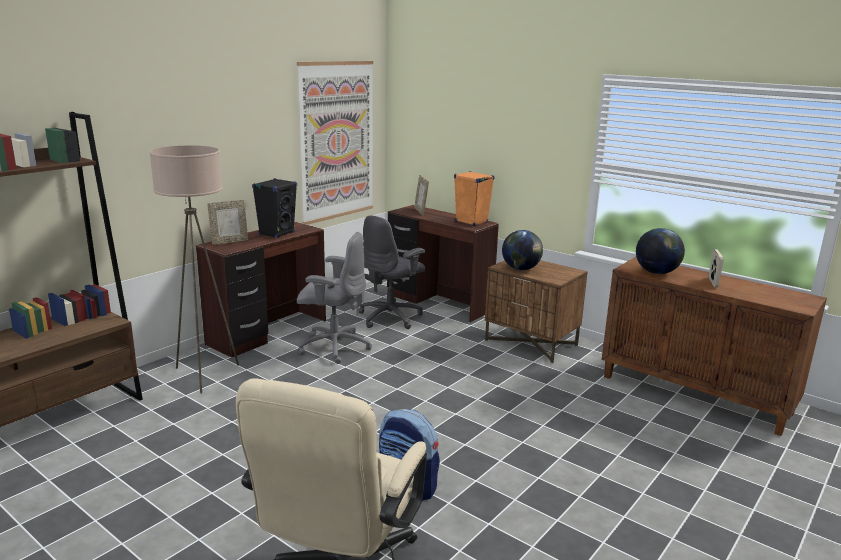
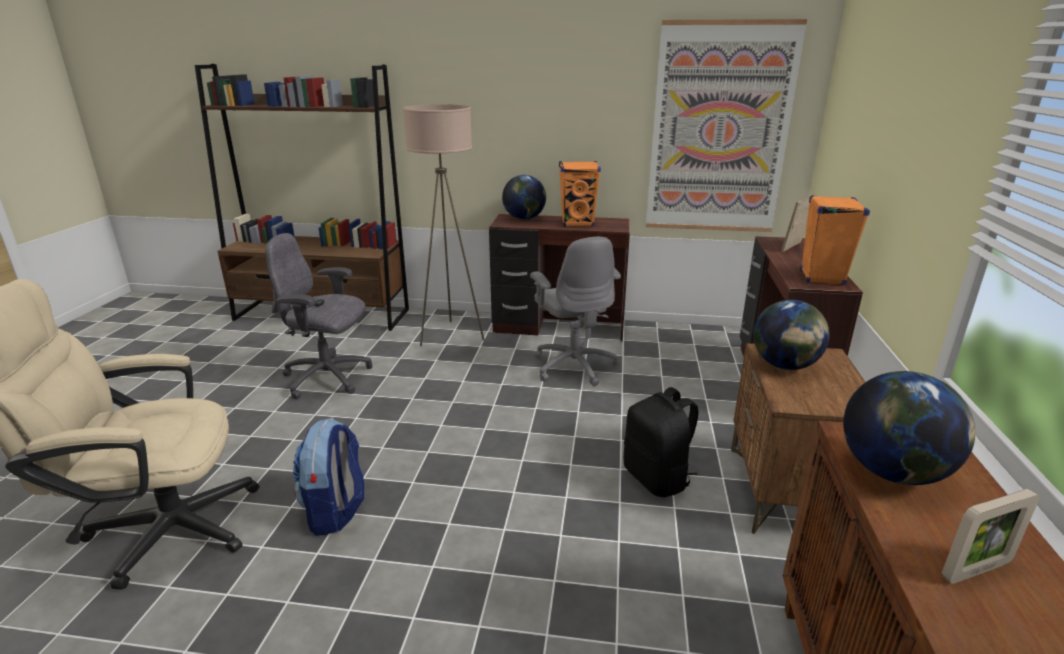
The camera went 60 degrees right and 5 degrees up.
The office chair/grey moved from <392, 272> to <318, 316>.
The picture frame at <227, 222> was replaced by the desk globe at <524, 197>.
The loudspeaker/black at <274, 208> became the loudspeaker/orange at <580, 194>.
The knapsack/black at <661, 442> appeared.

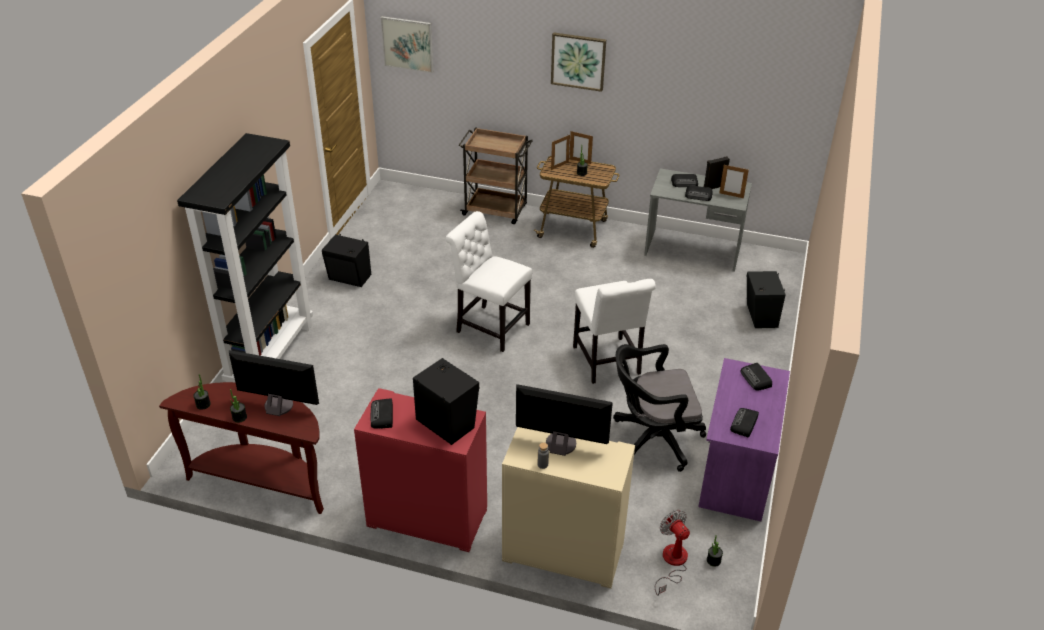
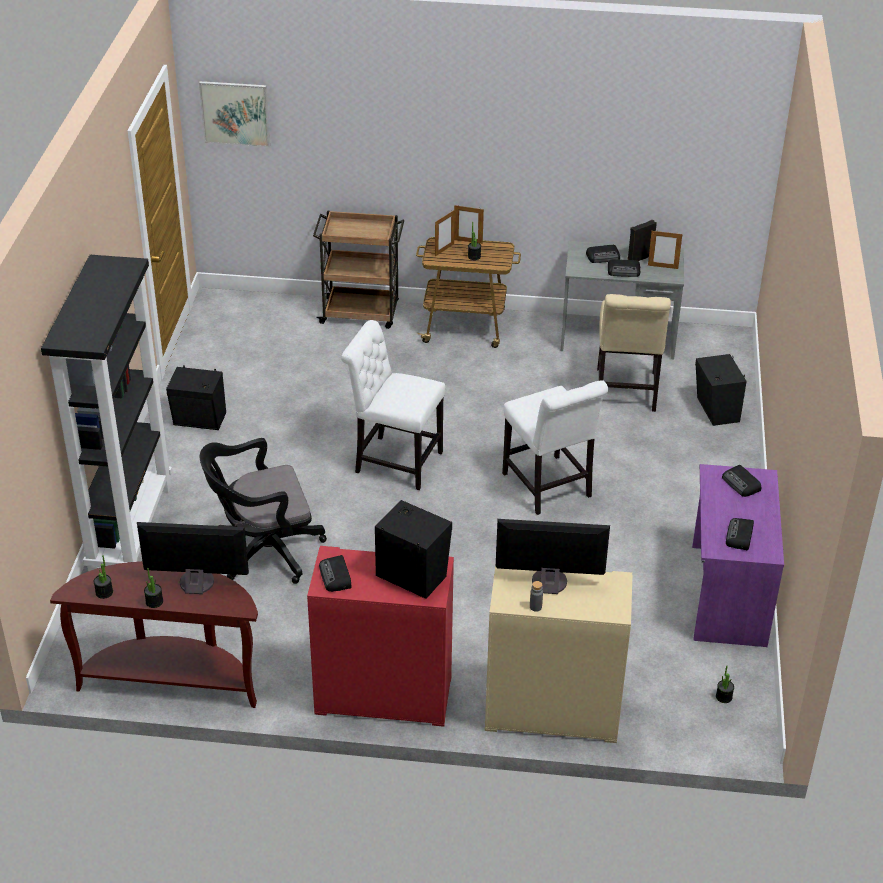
The camera went 10 degrees left and 0 degrees up.
The office chair/black moved from <659, 408> to <263, 511>.
The chair/sand-coloured at <634, 353> appeared.
The picture at <578, 62> disappeared.
The electric fan at <672, 553> disappeared.

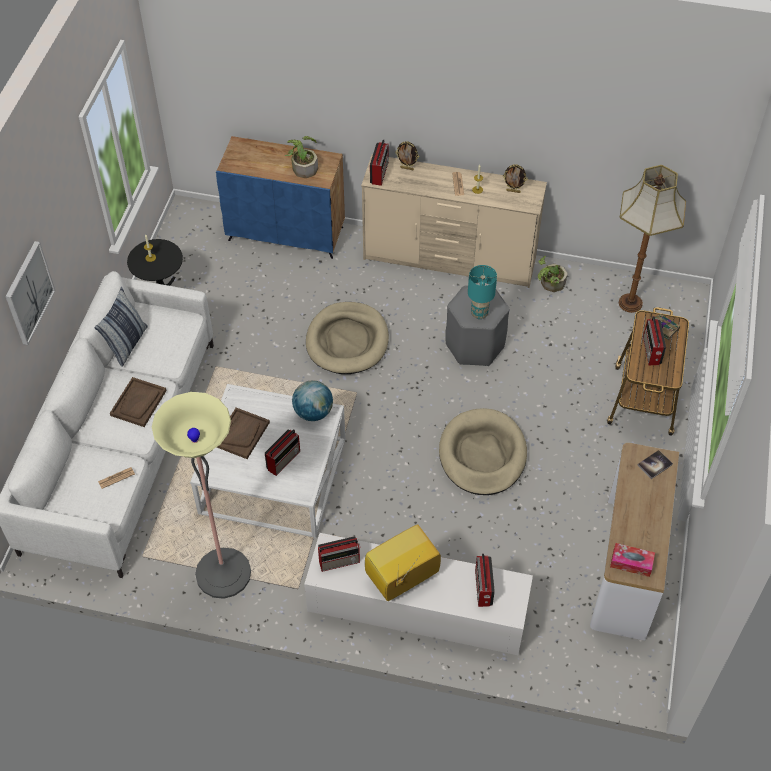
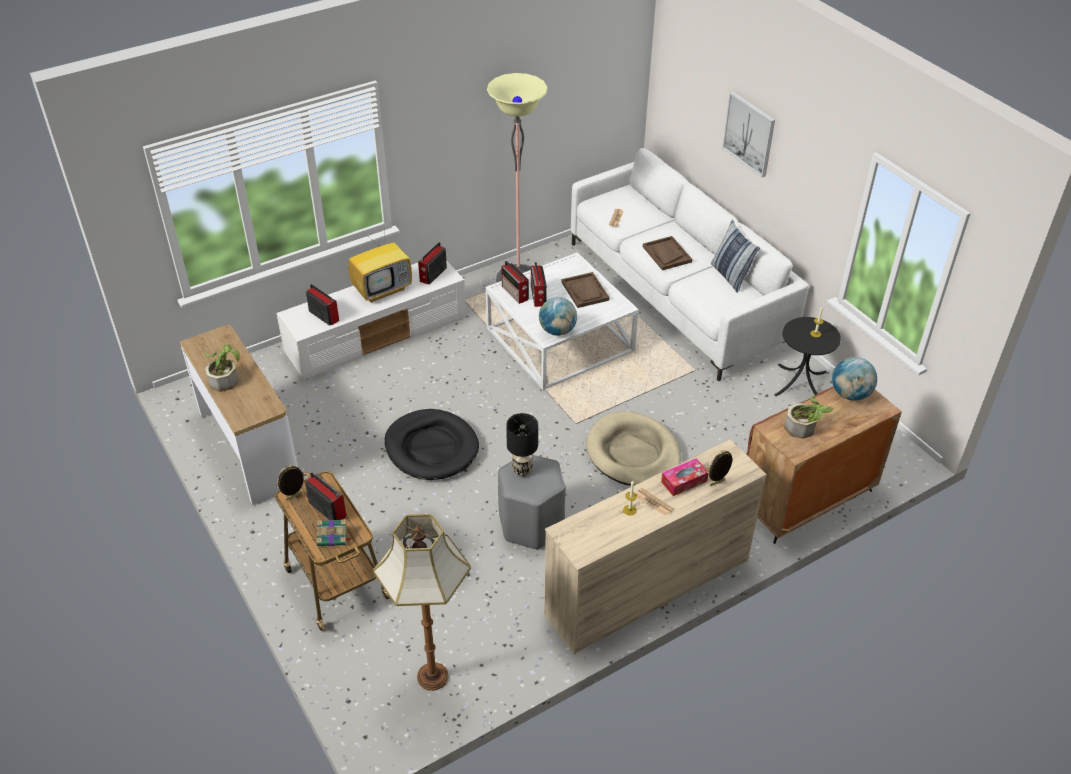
The camera went 135 degrees right and 10 degrees down.
The plant in a pot moved from <552, 274> to <222, 368>.
The picture frame moved from <515, 178> to <290, 482>.
The television at <403, 562> turned 45 degrees clockwise.
The dog bed/sand-coloured at <483, 451> became the dog bed/black at <432, 444>.
The radio moved from <379, 162> to <515, 282>.
The table lamp/blue-green at <482, 292> became the table lamp/black at <522, 445>.
The tissue holder moved from <632, 560> to <684, 477>.
The storage cabinet/blue at <280, 197> became the storage cabinet/brownish at <824, 465>.
The desk globe at <854, 379> appeared.
The book at <655, 464> disappeared.

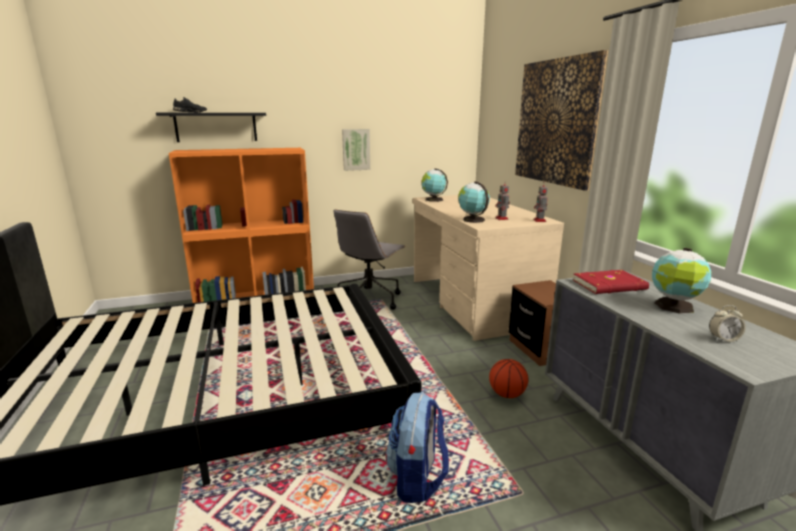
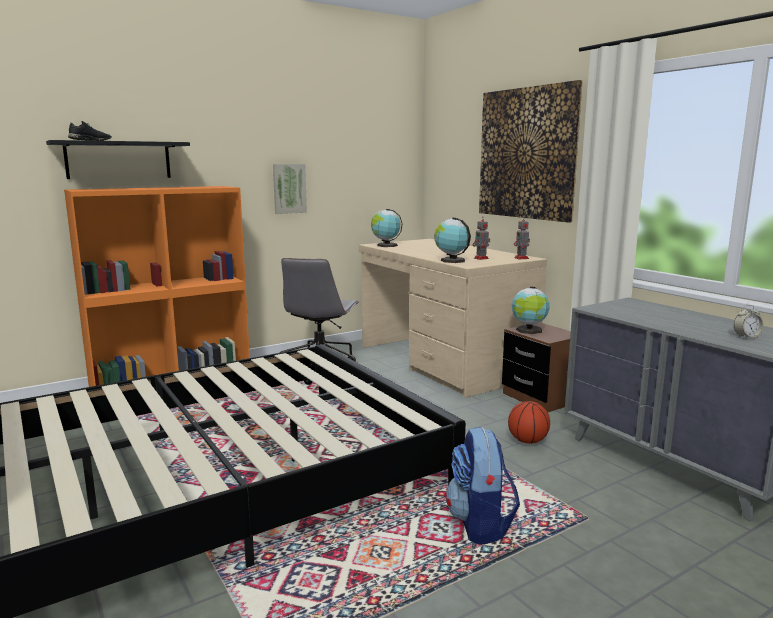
The camera went 15 degrees left and 5 degrees down.
The desk globe moved from <681, 281> to <531, 310>.
The book/red at <611, 282> disappeared.

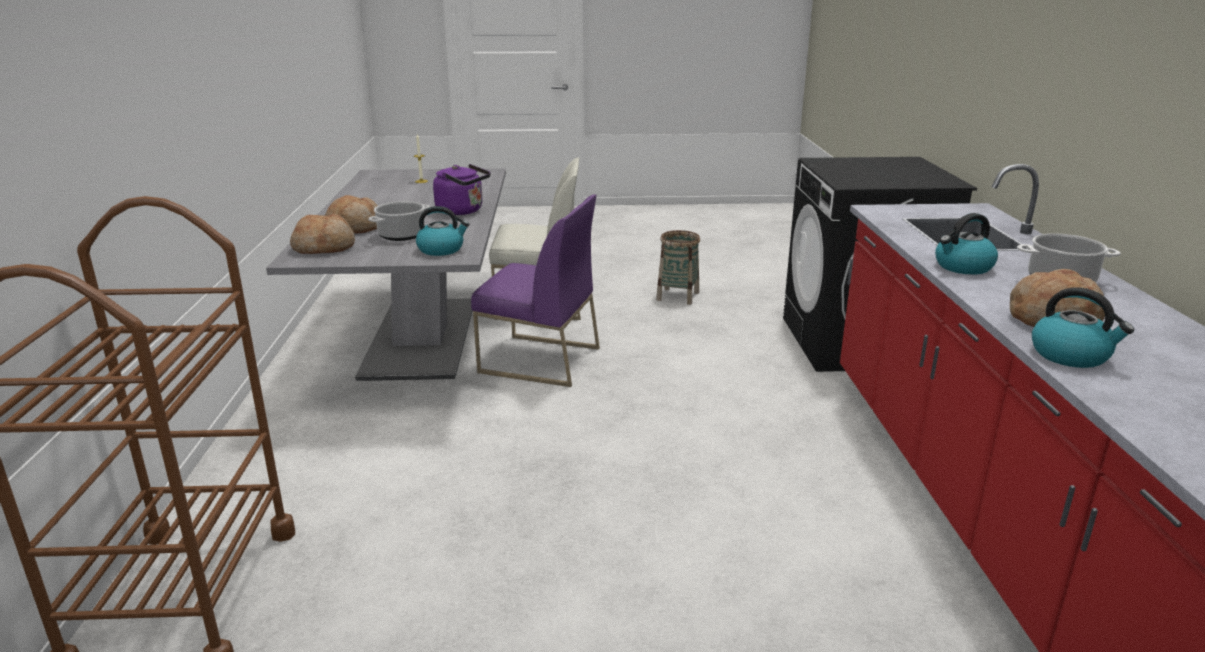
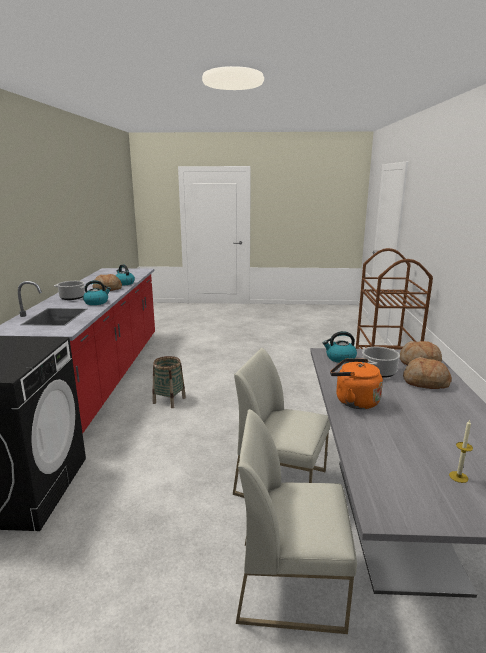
The camera went 175 degrees left and 5 degrees down.
The household basket moved from <678, 267> to <169, 382>.
The chair/purplish at <535, 290> became the chair/white at <281, 423>.
The kettle/purplish at <461, 189> became the kettle/orange at <356, 384>.

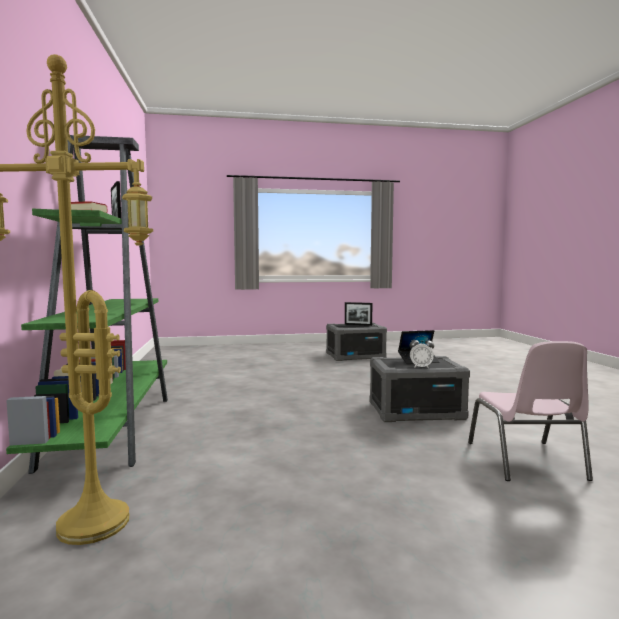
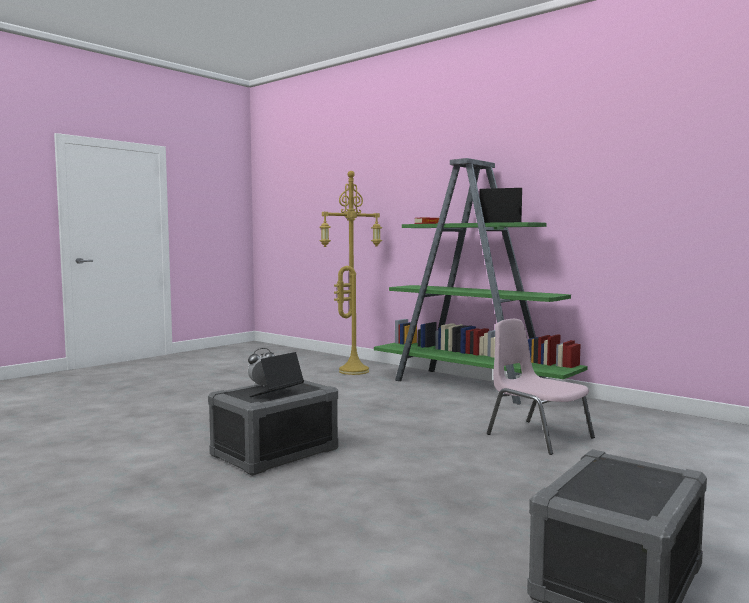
The camera went 140 degrees right and 0 degrees up.
The chair/pinkish moved from <530, 411> to <541, 387>.
The picture frame at <358, 314> disappeared.

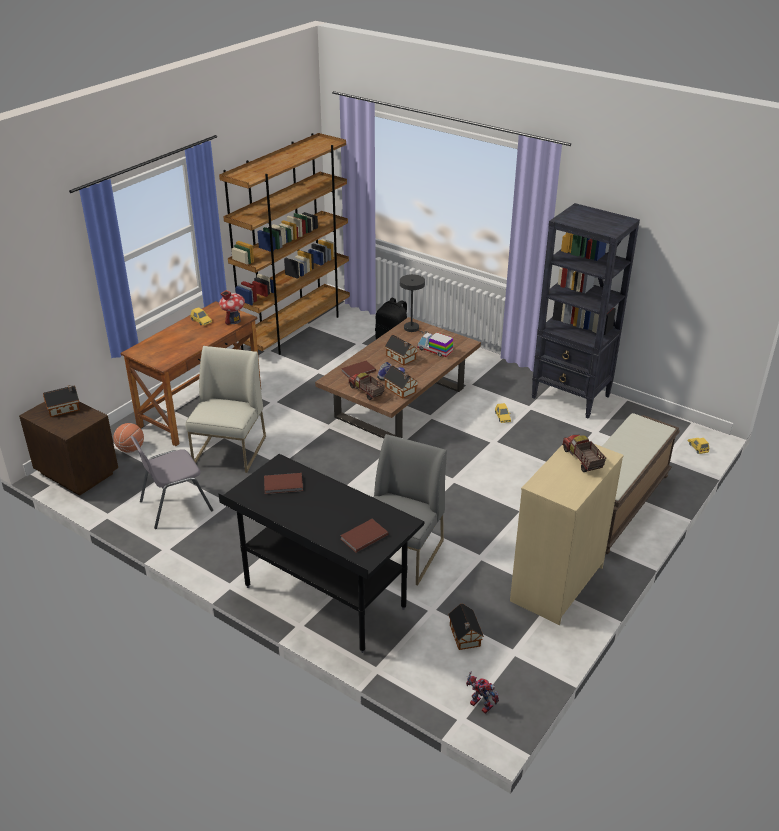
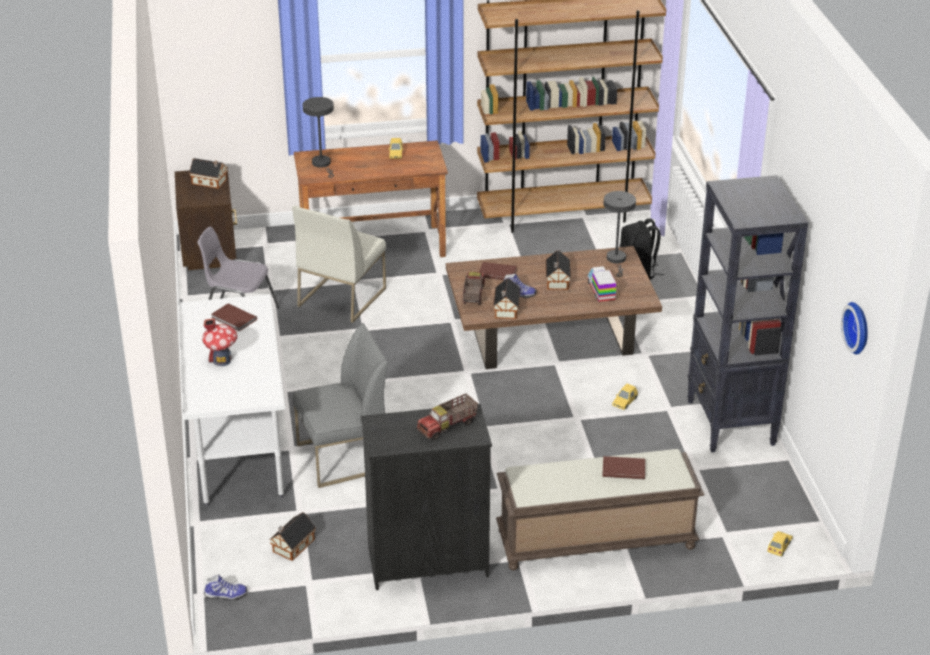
The camera went 45 degrees right and 0 degrees up.
The desk/black at <321, 553> became the desk/white at <232, 400>.
The toy house moved from <232, 307> to <220, 342>.
The robot figure at <482, 692> was replaced by the low shoe at <226, 587>.
The chair/white at <225, 409> turned 150 degrees clockwise.
The table lamp/grey at <318, 137> appeared.
The drawer chest/sand-coloured at <567, 530> became the drawer chest/black at <426, 497>.
The toy lorry at <584, 453> turned 150 degrees counterclockwise.
The book/brownish moved from <364, 536> to <623, 467>.
The clock on the wall at <854, 328> appeared.
The basketball ball at <128, 438> disappeared.

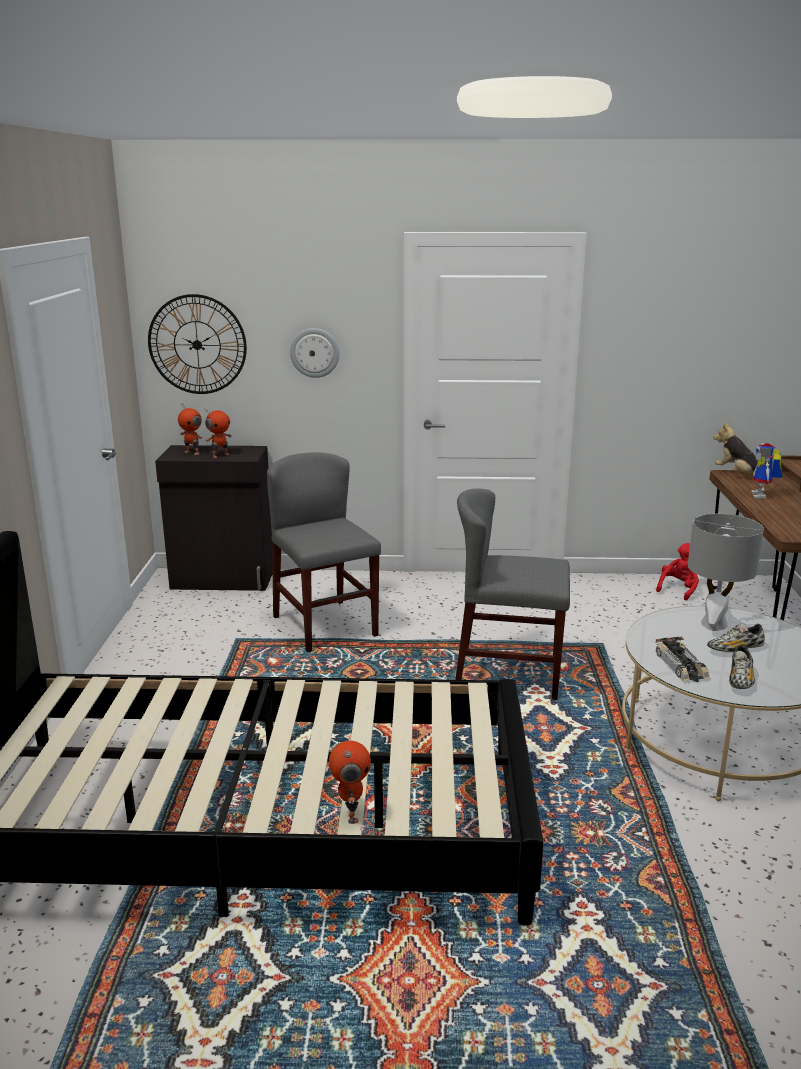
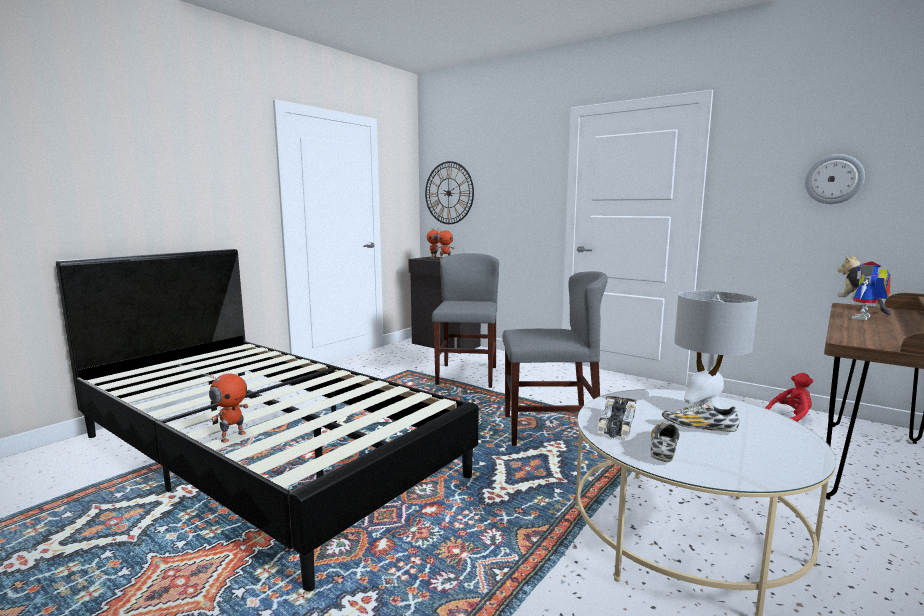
The camera went 35 degrees right and 10 degrees down.
The chair/grey at <512, 594> turned 135 degrees clockwise.
The low shoe at <742, 667> turned 150 degrees clockwise.
The clock on the wall moved from <314, 353> to <835, 179>.

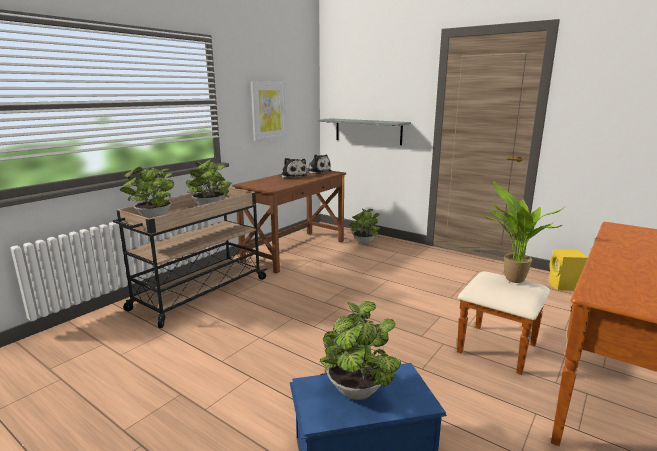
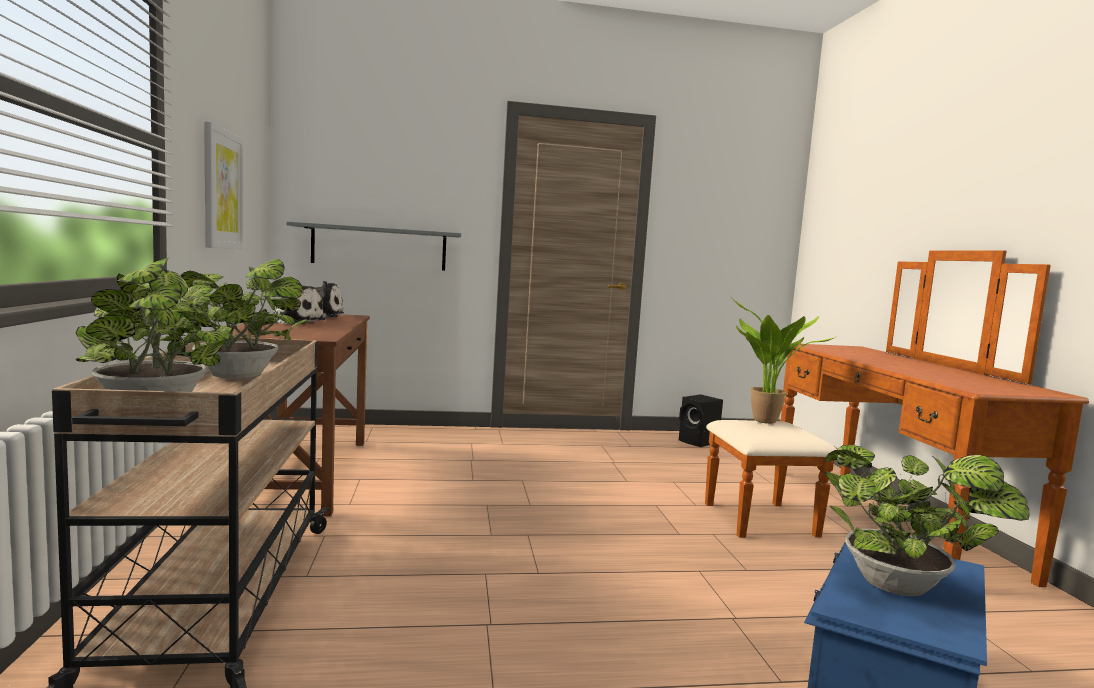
The camera went 45 degrees left and 10 degrees down.
The loudspeaker/yellow at <568, 270> became the loudspeaker/black at <701, 420>.
The plant in a pot at <364, 226> disappeared.

